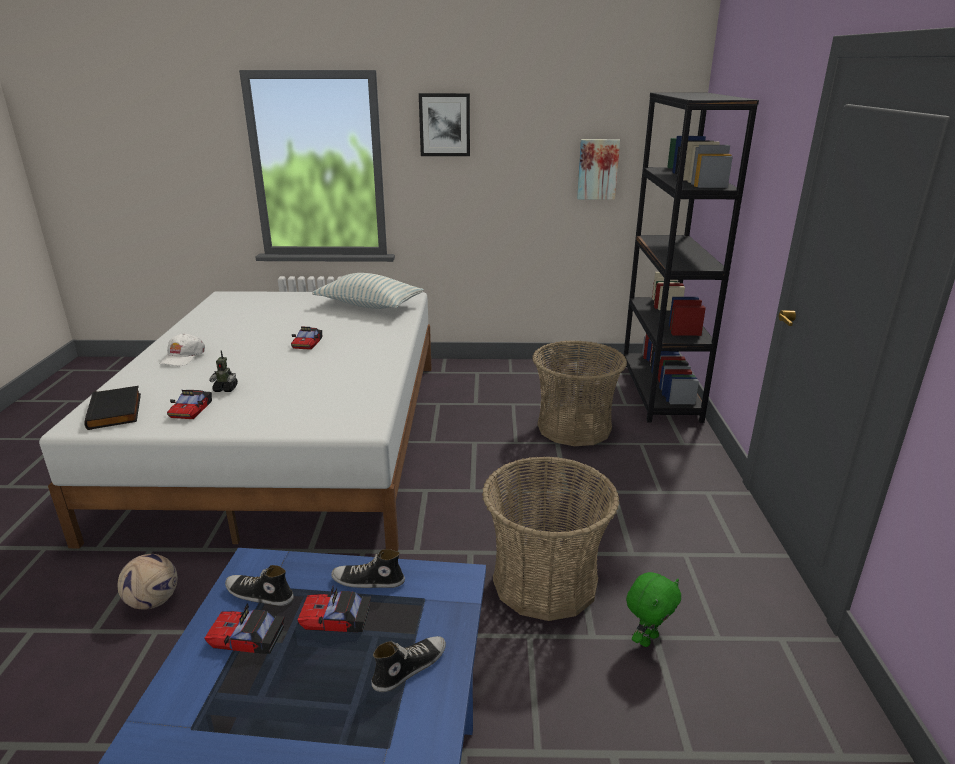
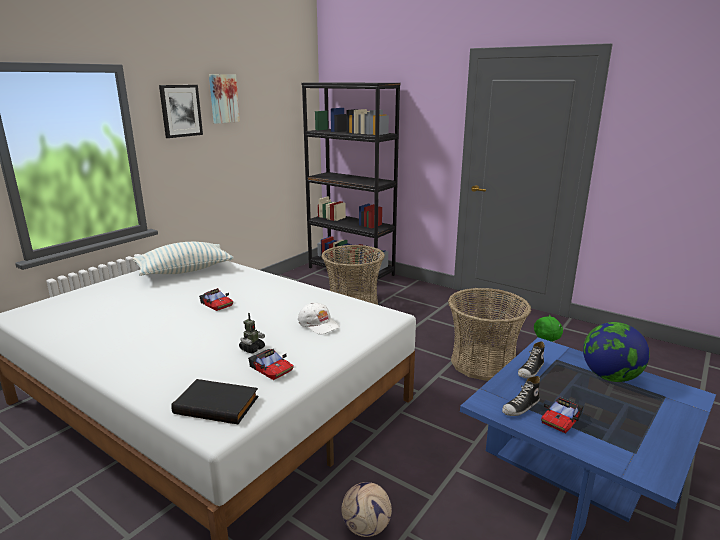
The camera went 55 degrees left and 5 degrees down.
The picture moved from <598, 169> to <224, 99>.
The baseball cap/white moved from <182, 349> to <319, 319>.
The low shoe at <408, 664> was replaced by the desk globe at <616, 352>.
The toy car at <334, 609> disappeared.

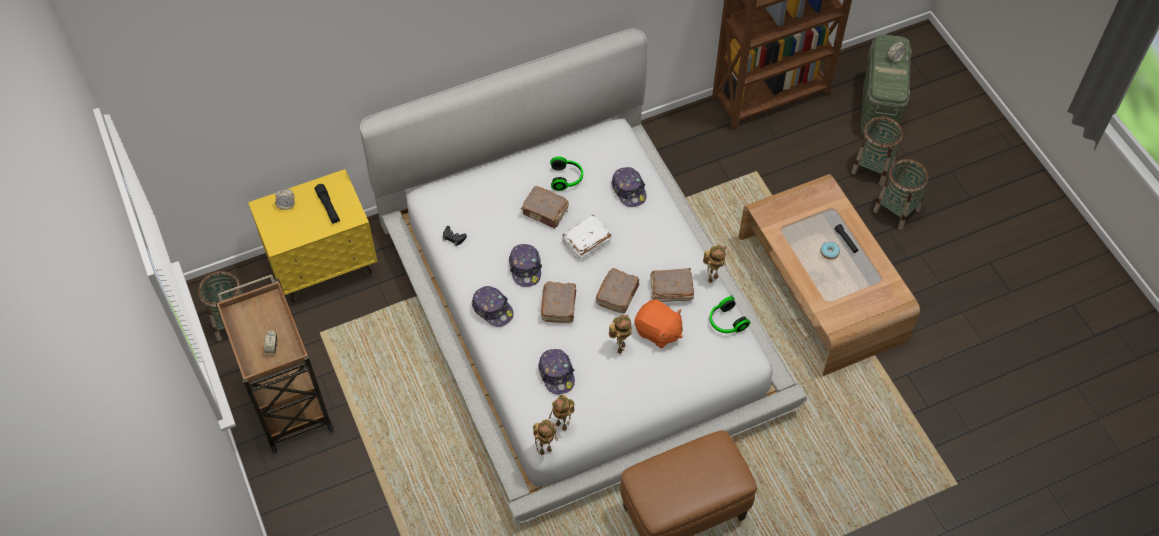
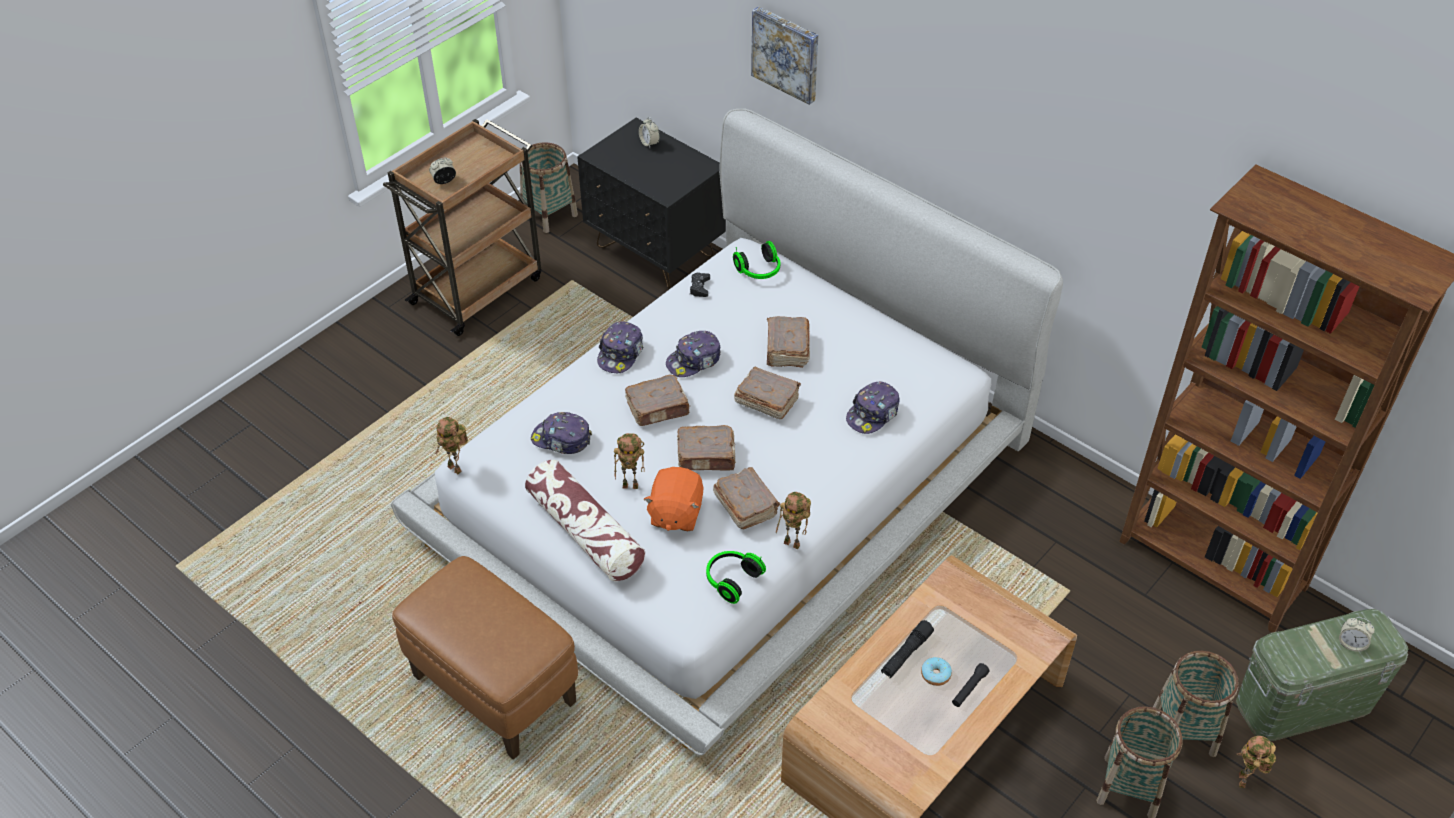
The camera went 65 degrees right and 10 degrees down.
The throw pillow at <585, 520> appeared.
The baseball cap at <556, 372> turned 60 degrees clockwise.
The nightstand/yellow at <313, 235> became the nightstand/black at <651, 203>.
The headset moved from <566, 174> to <756, 260>.
The book/white at <586, 237> became the book/brownish at <767, 393>.
The picture at <784, 55> appeared.
The hand torch/black moved from <327, 204> to <907, 649>.
The robot figure moved from <562, 412> to <1256, 762>.

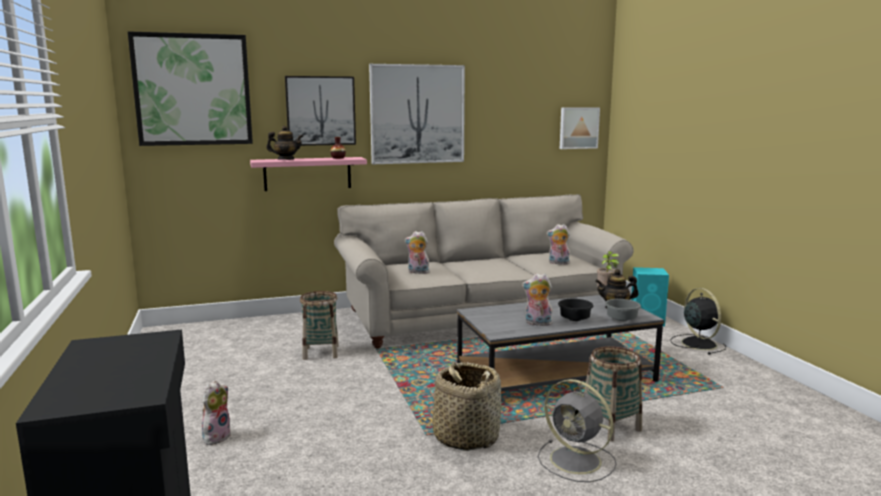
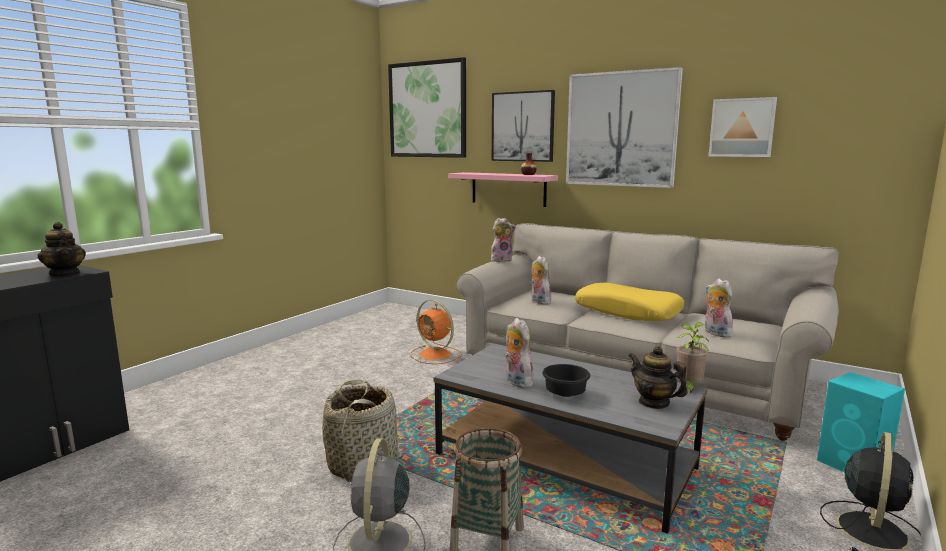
The camera went 50 degrees right and 0 degrees up.
The teapot moved from <285, 143> to <62, 249>.
The household basket at <319, 325> was replaced by the electric fan/orange at <436, 332>.
The plush toy moved from <216, 413> to <503, 240>.
The throw pillow/yellow at <630, 302> appeared.
The picture moved from <580, 128> to <743, 127>.
The deep dish/grey at <623, 310> disappeared.

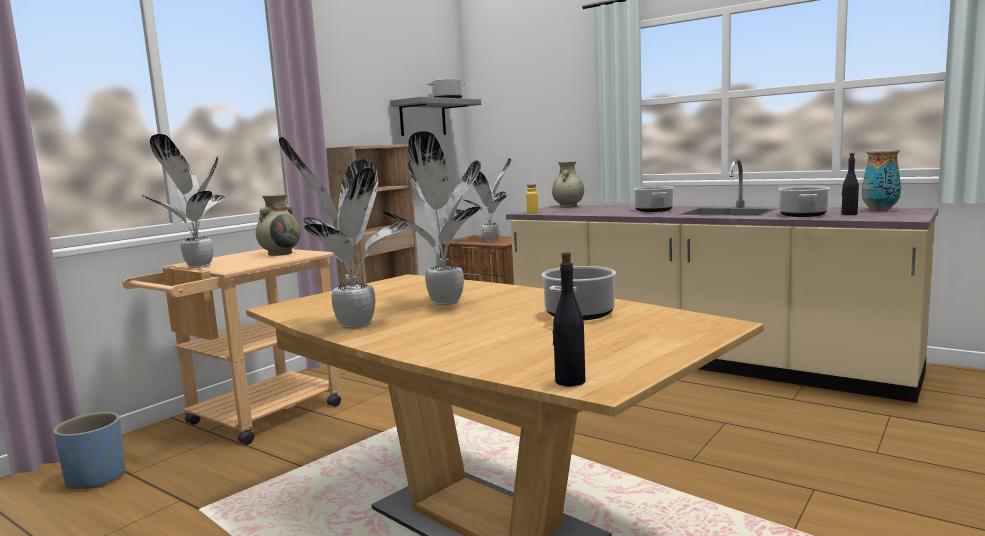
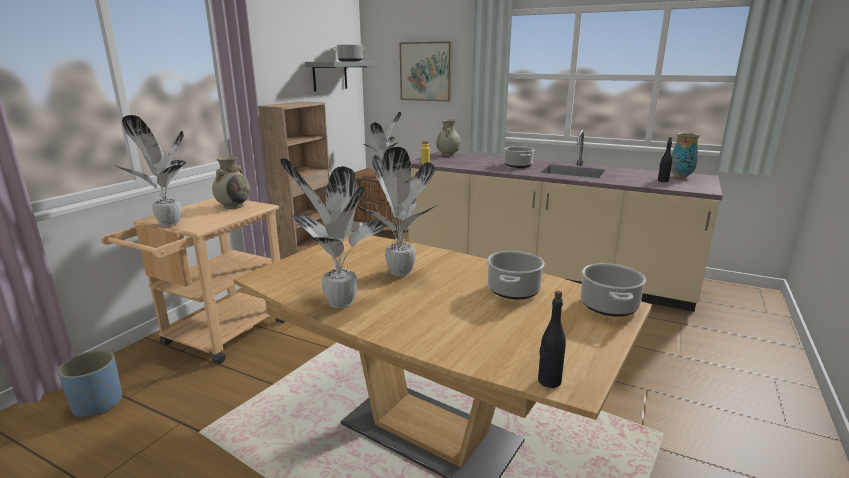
The camera went 10 degrees left and 10 degrees up.
The picture at <426, 71> appeared.
The saucepot moved from <804, 201> to <613, 290>.

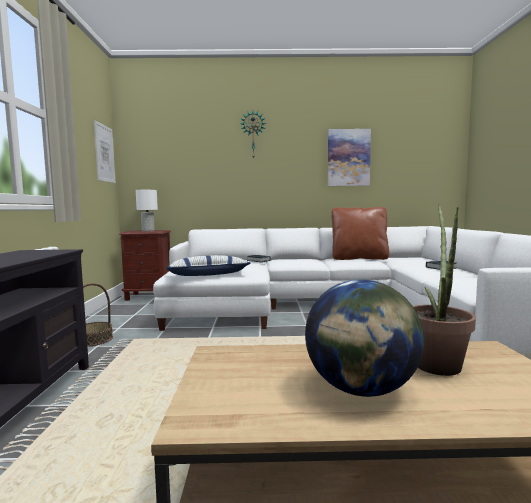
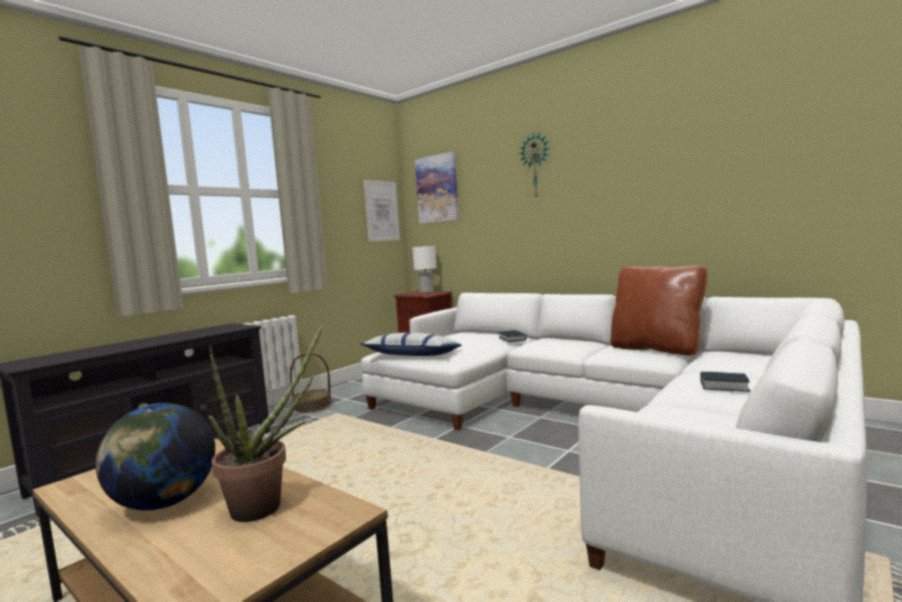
The camera went 40 degrees right and 0 degrees up.
The picture moved from <349, 157> to <437, 187>.

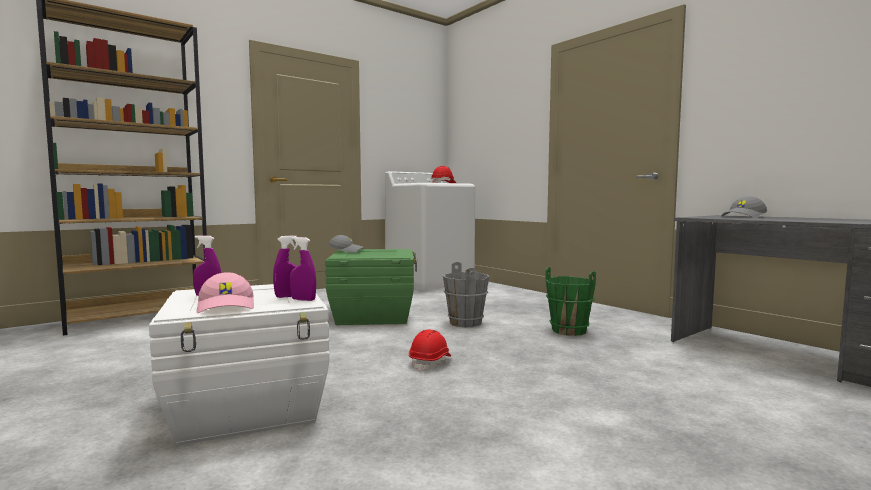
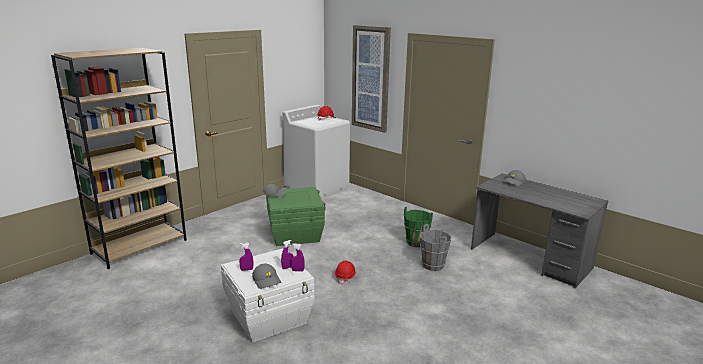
The camera went 10 degrees left and 15 degrees up.
The baseball cap/pinkish at <225, 292> became the baseball cap/grey at <266, 276>.
The picture at <371, 79> appeared.
The bucket/grey moved from <466, 294> to <435, 247>.

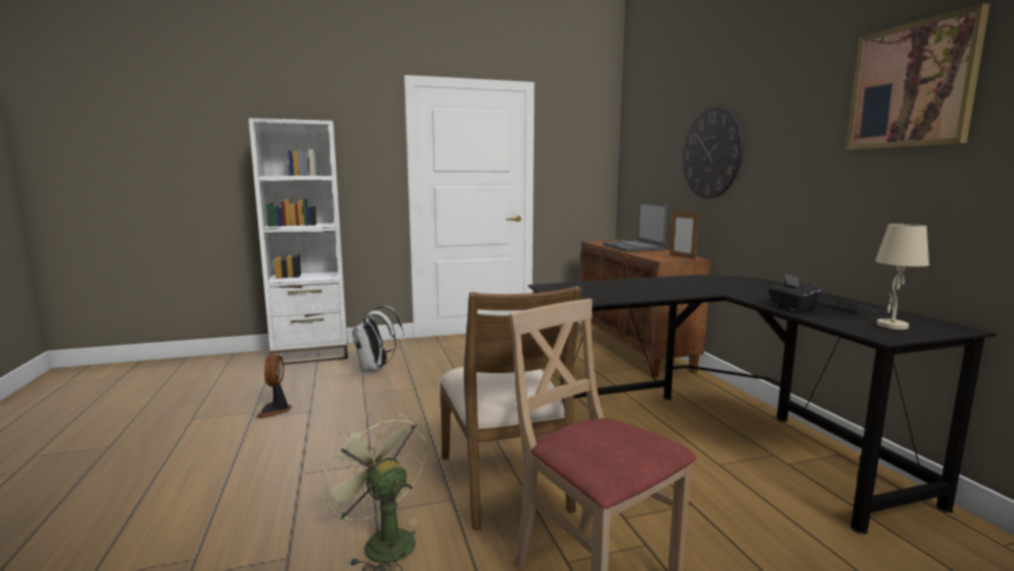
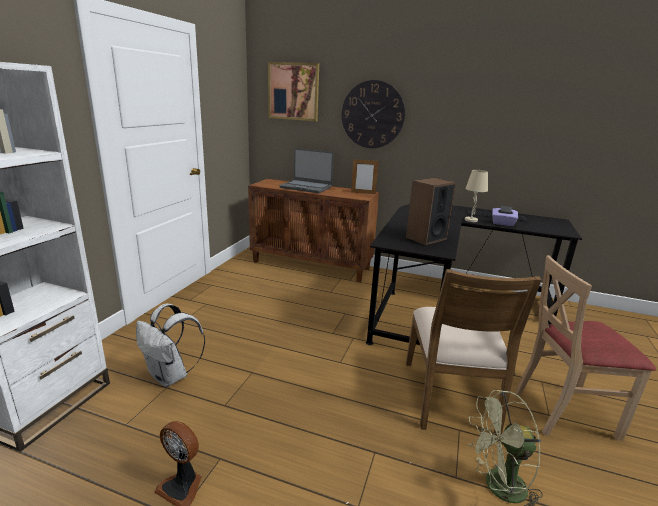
The camera went 55 degrees left and 10 degrees up.
The picture moved from <918, 76> to <293, 91>.
The loudspeaker at <431, 211> appeared.
The chair/brownish at <510, 408> turned 75 degrees clockwise.
The table lamp/sand-coloured moved from <902, 277> to <476, 196>.
The tissue holder/black at <794, 293> became the tissue holder/purplish at <505, 216>.

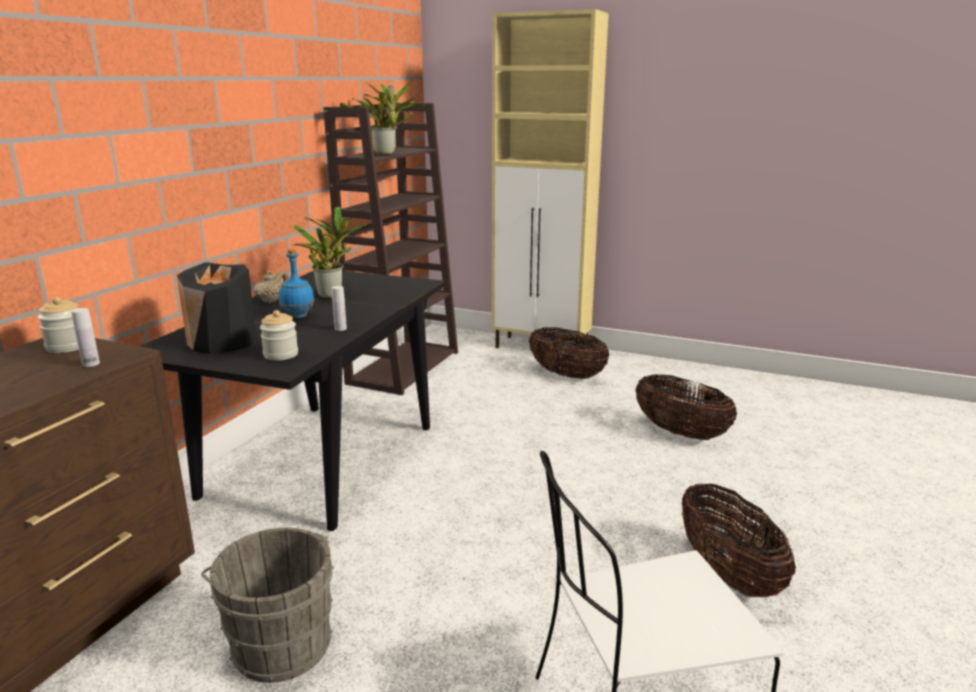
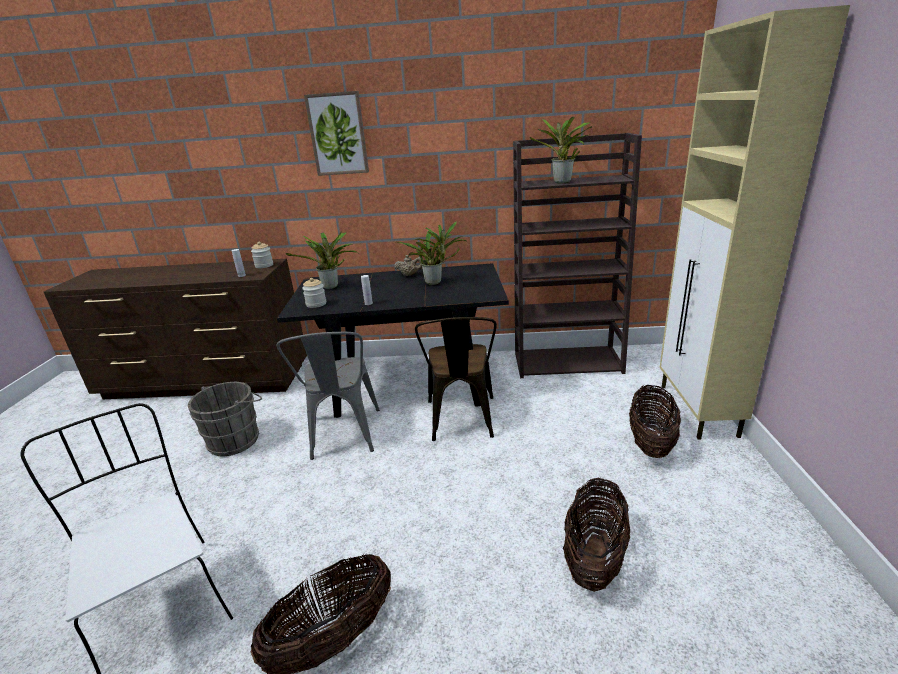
The camera went 70 degrees right and 5 degrees up.
The chair/grey at <328, 396> appeared.
The flower vase/black at <216, 308> was replaced by the plant in a pot at <322, 260>.
The picture at <336, 133> appeared.
The chair/brownish at <456, 379> appeared.
The bottle/blue at <297, 283> disappeared.

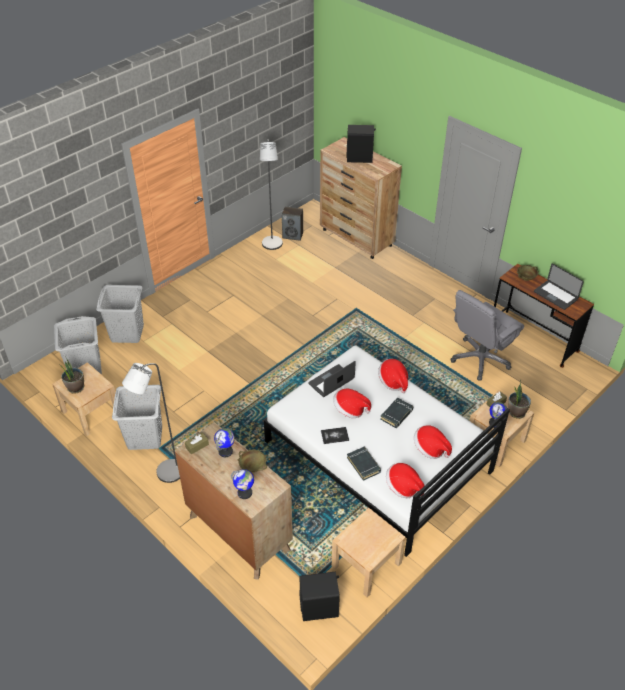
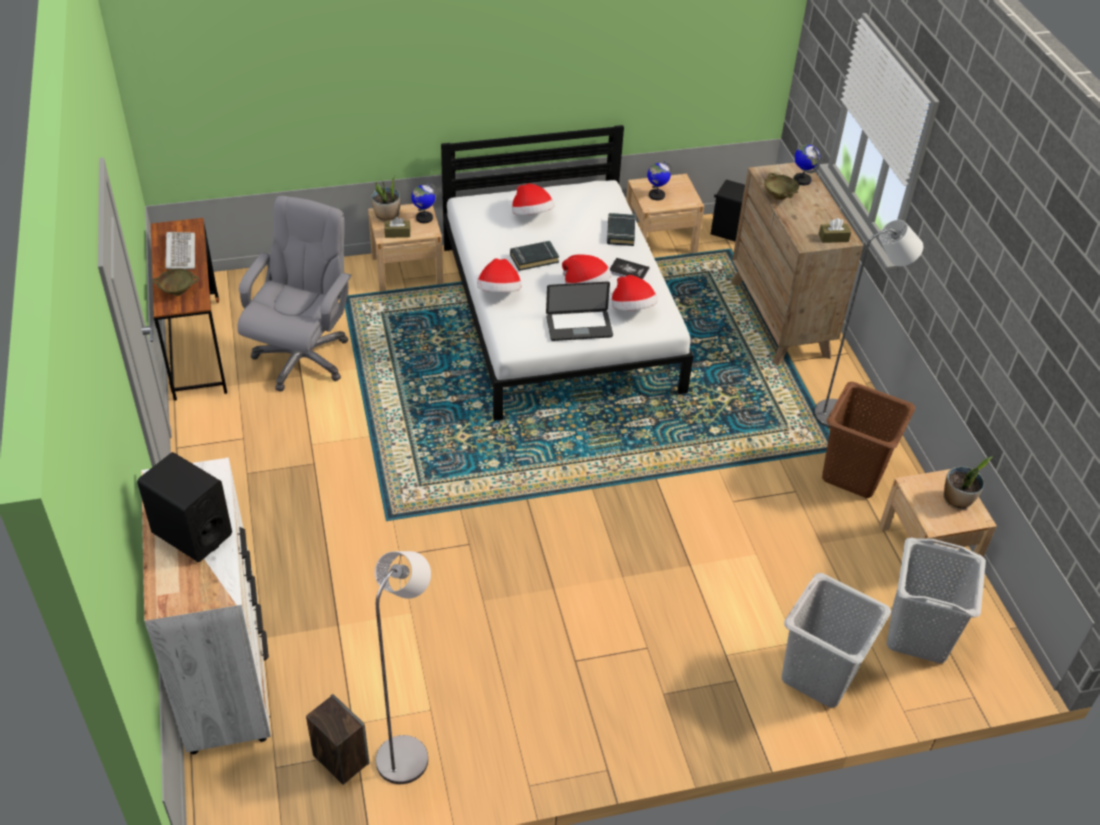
The camera went 150 degrees left and 0 degrees up.
The drawer chest/brownish at <361, 198> became the drawer chest/white at <206, 605>.
The portable computer at <559, 287> was replaced by the keyboard at <180, 250>.
The office chair/grey at <487, 335> turned 60 degrees counterclockwise.
The wearable hat moved from <405, 481> to <634, 293>.
The desk globe moved from <224, 442> to <659, 180>.
The hamper/grey at <137, 417> became the hamper/brownish at <869, 440>.

